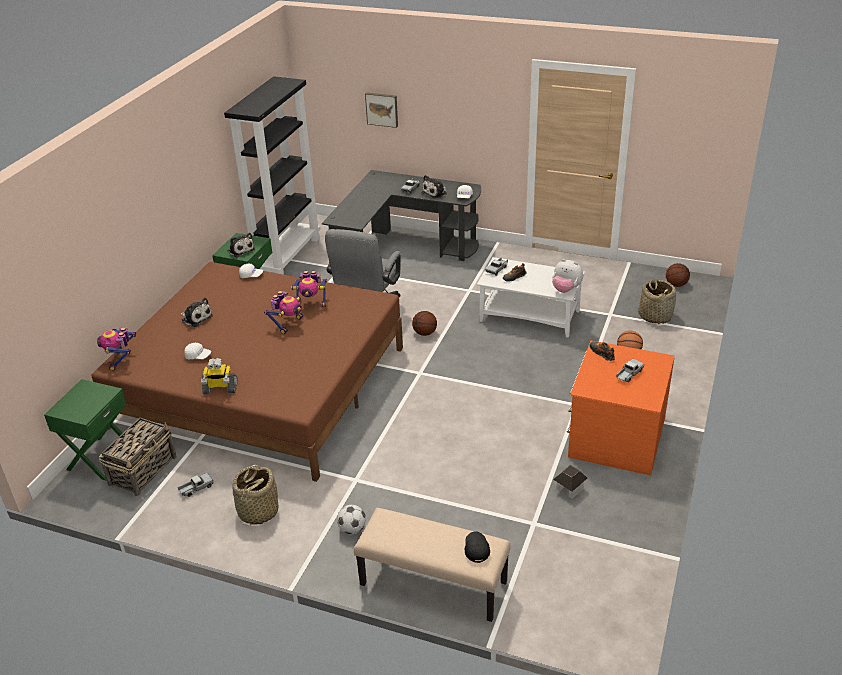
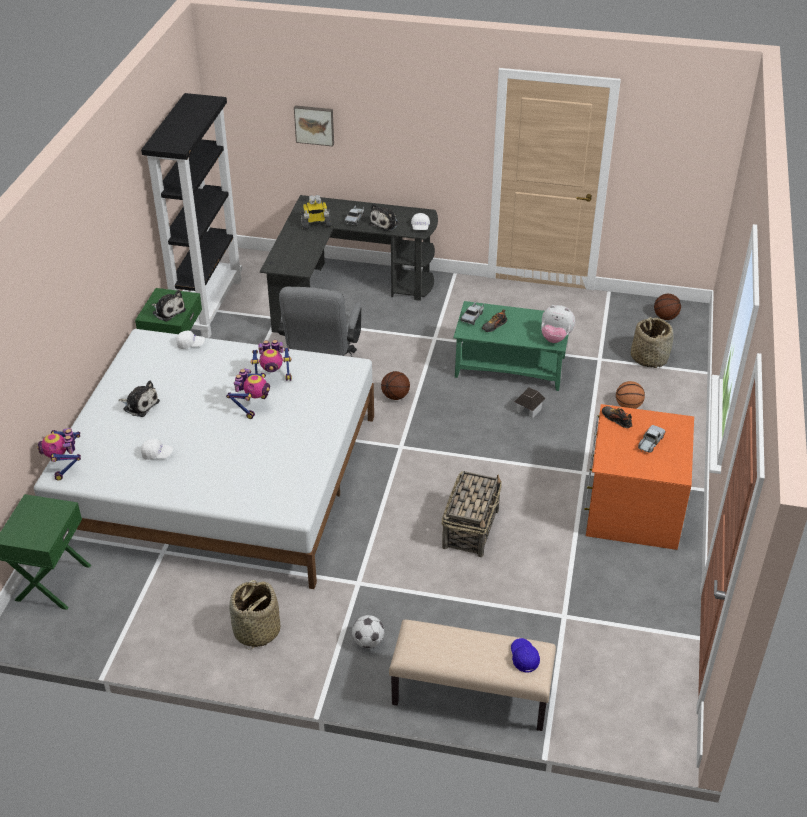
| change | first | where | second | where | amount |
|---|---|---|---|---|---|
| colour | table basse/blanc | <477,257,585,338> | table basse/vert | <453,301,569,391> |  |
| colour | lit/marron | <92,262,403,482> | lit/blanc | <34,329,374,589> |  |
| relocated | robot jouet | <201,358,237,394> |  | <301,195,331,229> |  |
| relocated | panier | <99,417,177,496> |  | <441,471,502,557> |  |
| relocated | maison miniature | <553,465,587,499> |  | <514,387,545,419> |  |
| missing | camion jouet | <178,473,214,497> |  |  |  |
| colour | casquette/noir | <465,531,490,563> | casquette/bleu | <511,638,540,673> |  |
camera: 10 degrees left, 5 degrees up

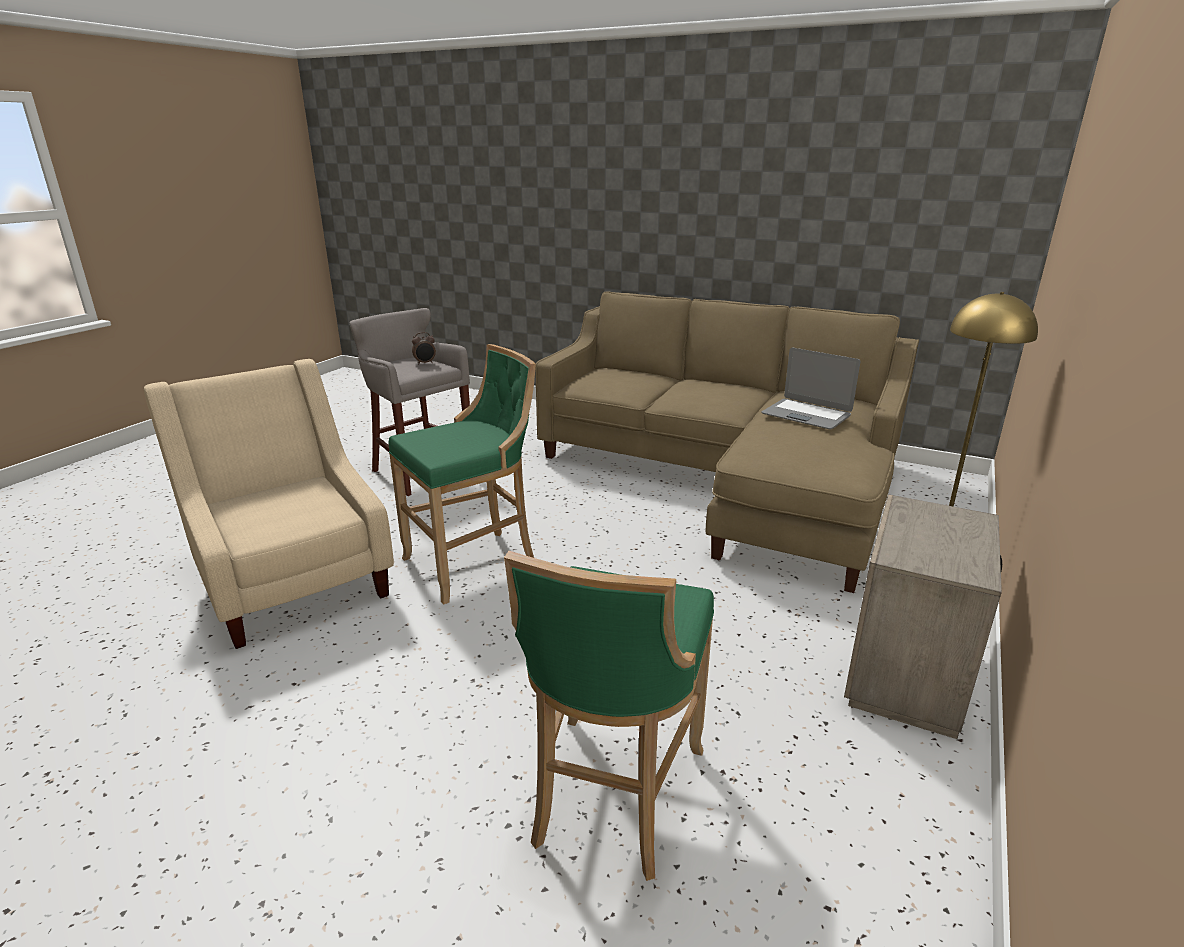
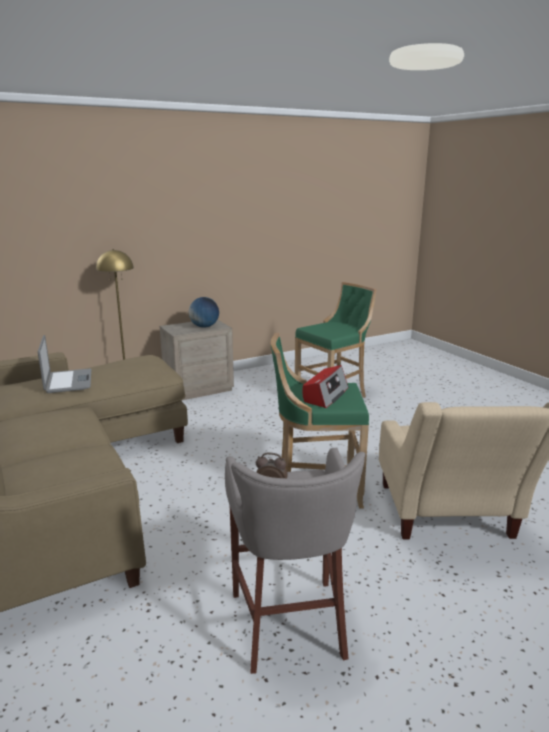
| change | first | where | second | where | amount |
|---|---|---|---|---|---|
| appeared |  |  | globe | <189,297,219,328> |  |
| appeared |  |  | radio | <302,365,349,408> |  |
camera: 145 degrees left, 5 degrees down

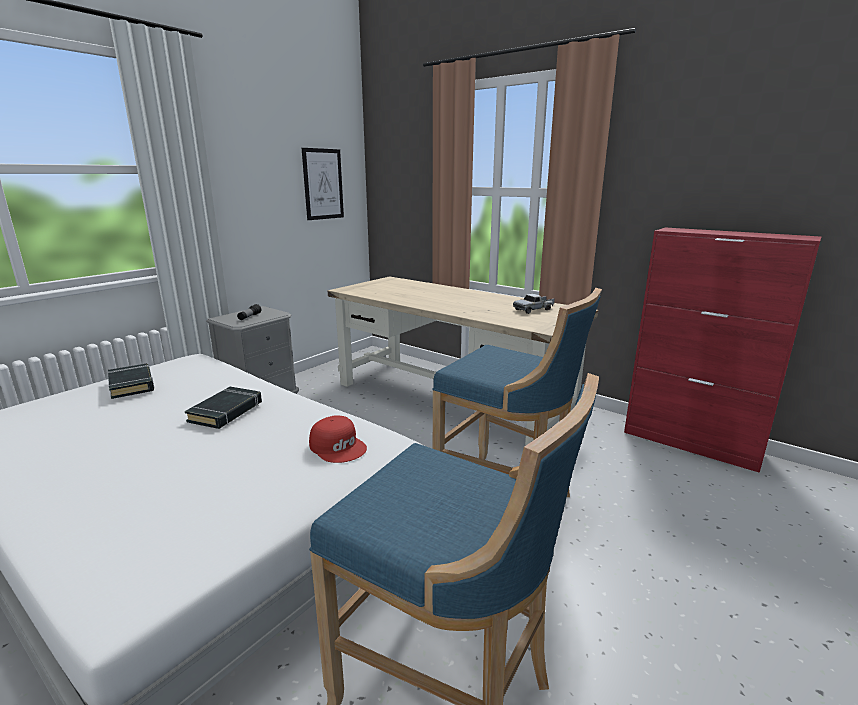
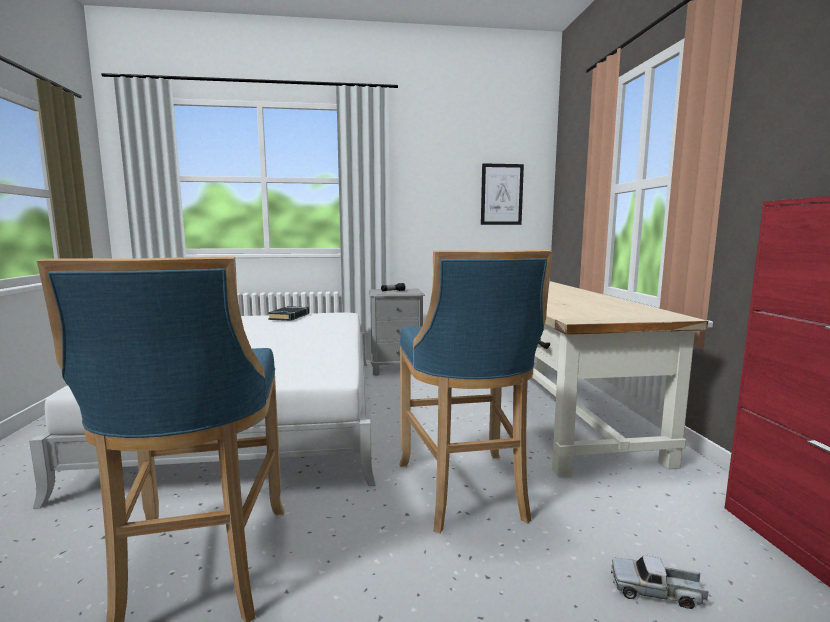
| change | first | where | second | where | amount |
|---|---|---|---|---|---|
| relocated | camion jouet | <513,294,555,314> |  | <611,555,709,609> |  |
| missing | livre/noir | <185,387,262,429> |  |  |  |
| missing | casquette/rouge | <309,415,367,463> |  |  |  |
camera: 45 degrees right, 10 degrees down

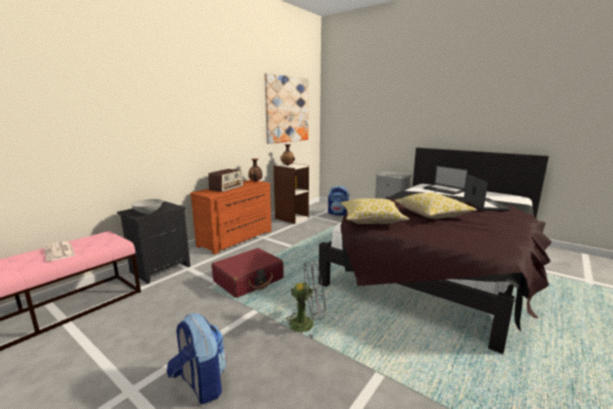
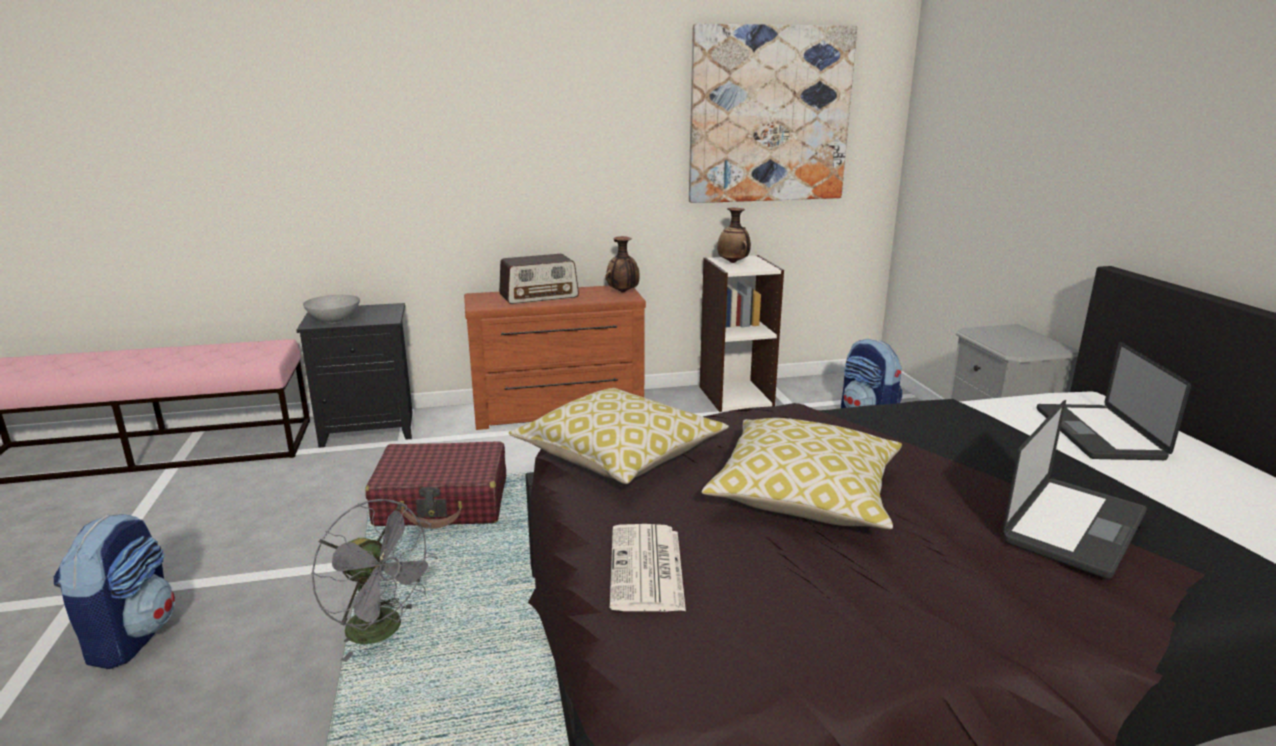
| change | first | where | second | where | amount |
|---|---|---|---|---|---|
| relocated | journal | <44,241,75,261> |  | <610,524,686,611> |  |
camera: 40 degrees right, 5 degrees up

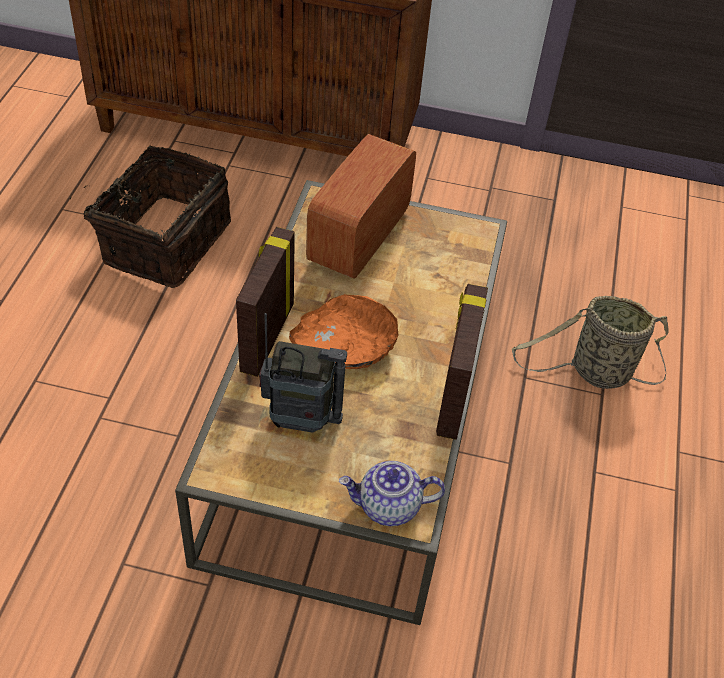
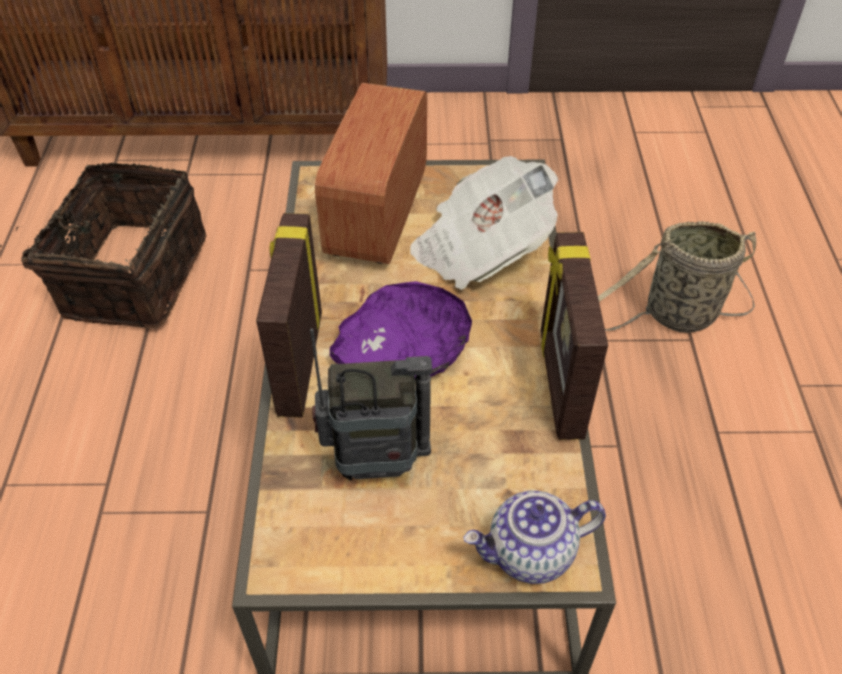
| change | first | where | second | where | amount |
|---|---|---|---|---|---|
| colour | bol/orange | <289,294,398,369> | bol/violet | <330,281,472,380> |  |
| appeared |  |  | journal | <410,156,558,290> |  |
camera: 10 degrees left, 0 degrees up

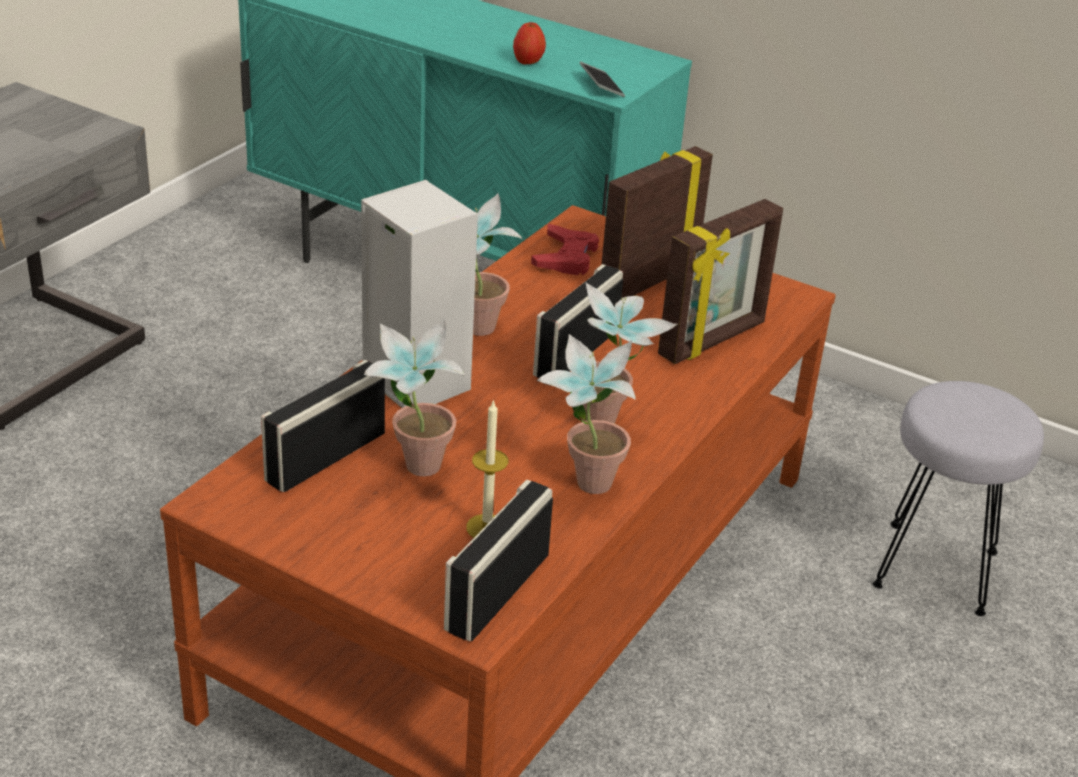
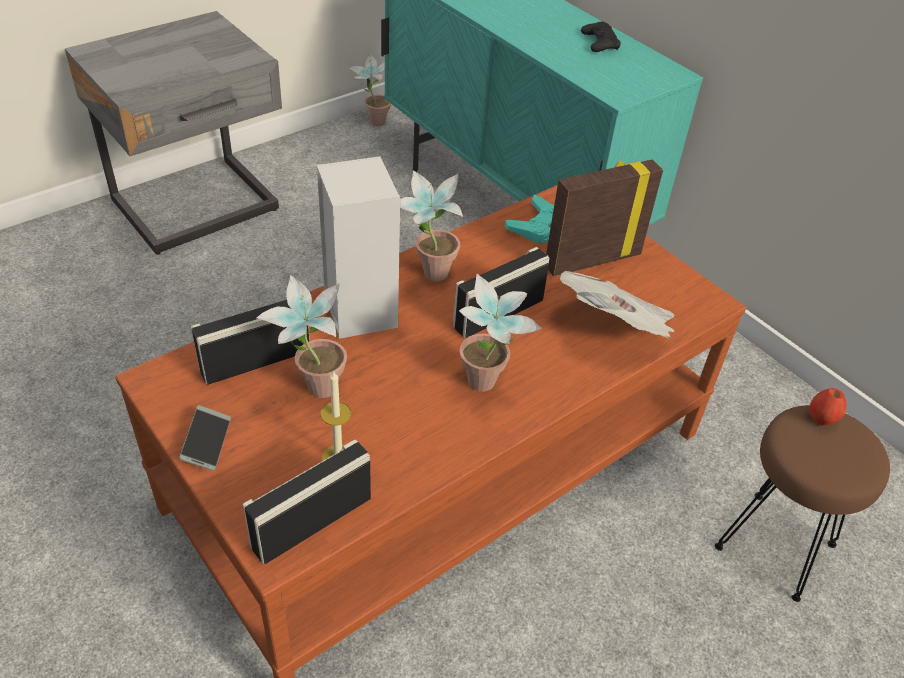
| change | first | where | second | where | amount |
|---|---|---|---|---|---|
| relocated | pomme | <513,22,546,64> |  | <810,388,847,426> |  |
| relocated | téléphone | <579,61,625,97> |  | <179,405,231,471> |  |
| exchanged | cadre photo | <658,199,783,364> | journal | <560,271,675,338> |  |
| colour | manette/rouge | <531,224,599,275> | manette/turquoise | <505,194,554,244> |  |
| relocated | plante en pot | <536,334,636,494> |  | <347,53,391,126> |  |
| colour | tabouret/gris | <873,381,1044,616> | tabouret/marron | <715,405,890,602> |  |
| appeared |  |  | manette/noir | <581,22,621,52> |  |
camera: 20 degrees right, 10 degrees up

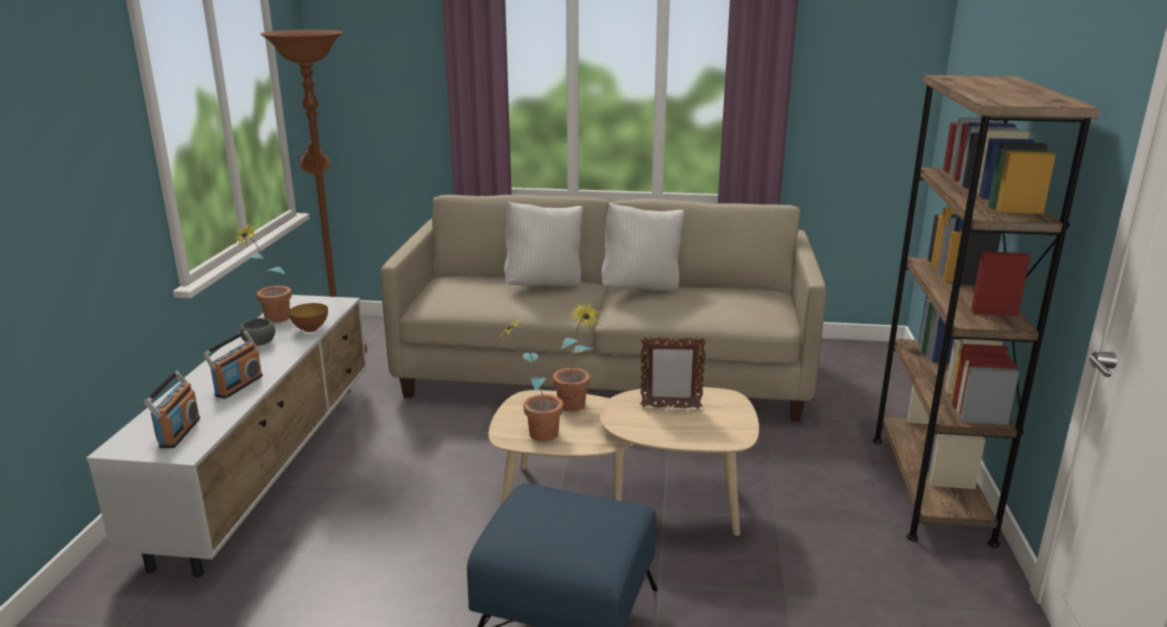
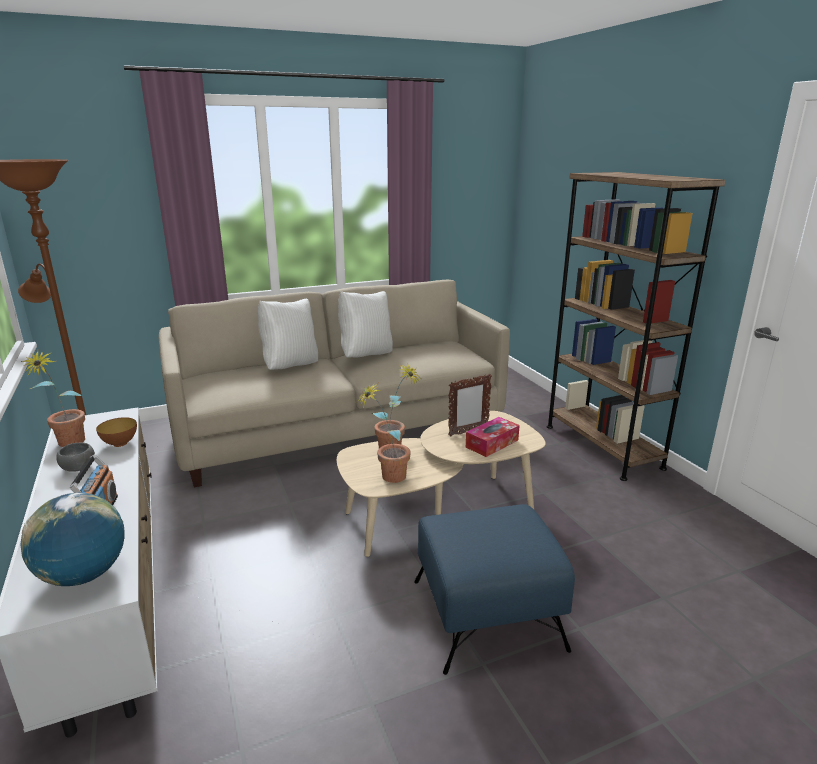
| change | first | where | second | where | amount |
|---|---|---|---|---|---|
| exchanged | radio | <144,371,200,448> | globe | <20,493,125,586> |  |
| appeared |  |  | boîte à mouchoirs | <466,417,520,457> |  |
camera: 30 degrees left, 0 degrees up

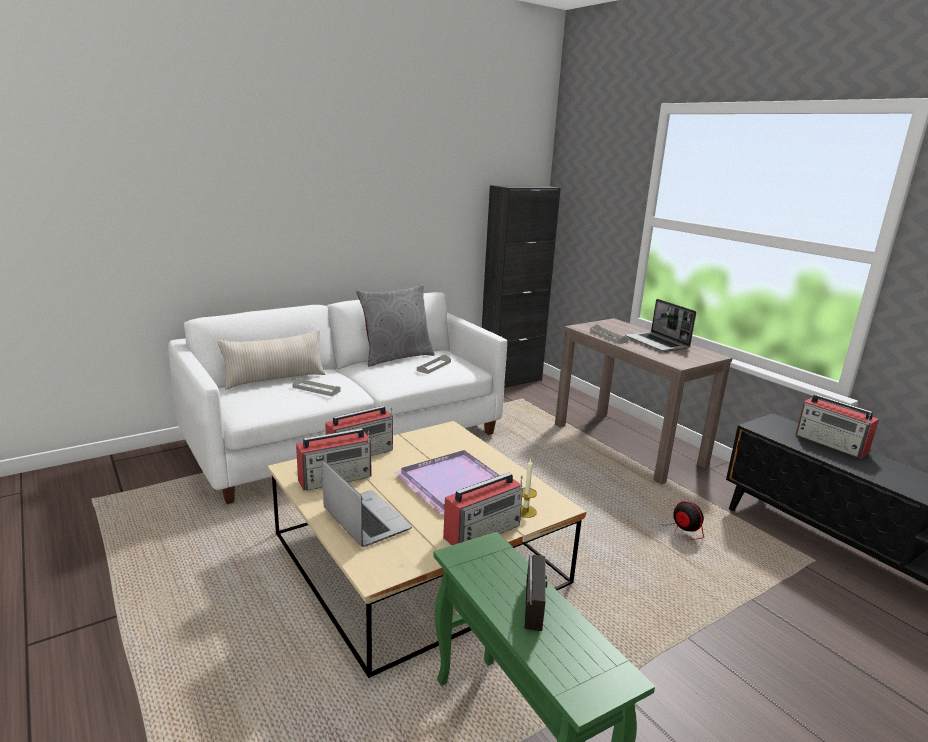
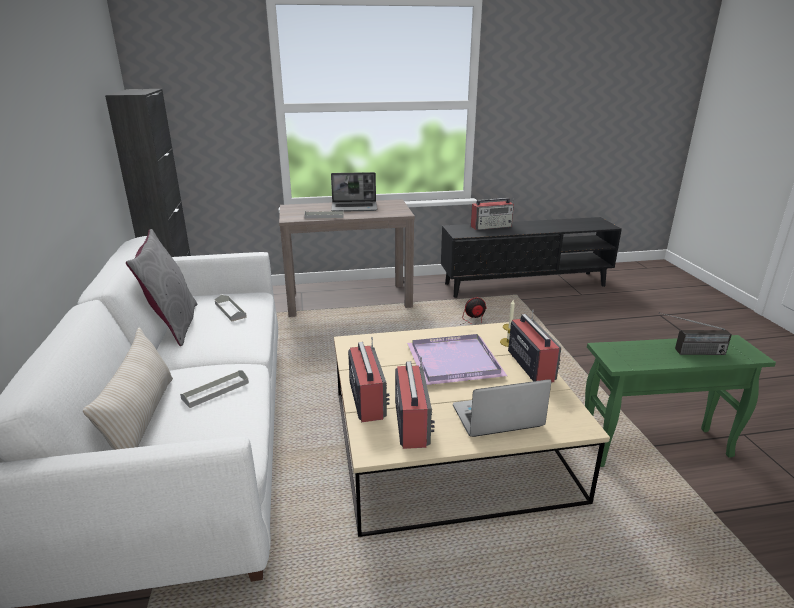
| change | first | where | second | where | amount |
|---|---|---|---|---|---|
| spun | radio | <525,555,547,631> |  | <659,312,732,355> | 150 degrees clockwise |
camera: 65 degrees left, 5 degrees up

